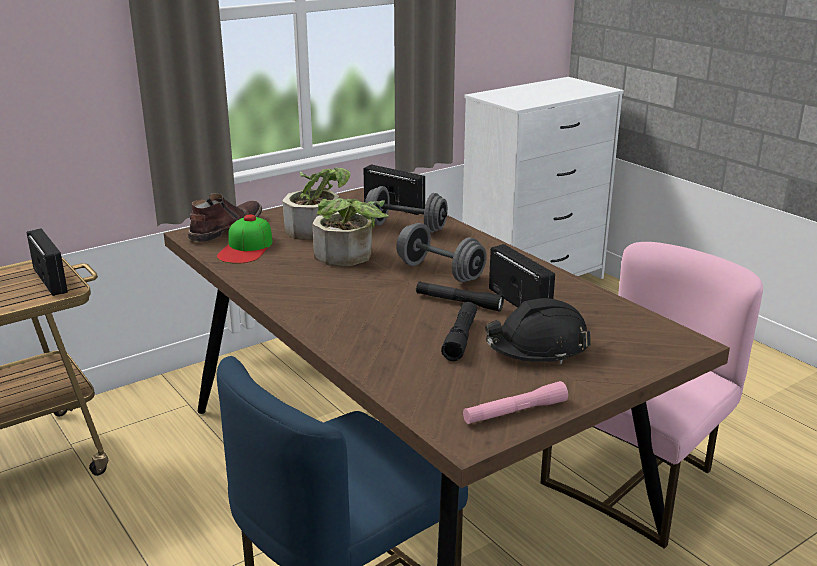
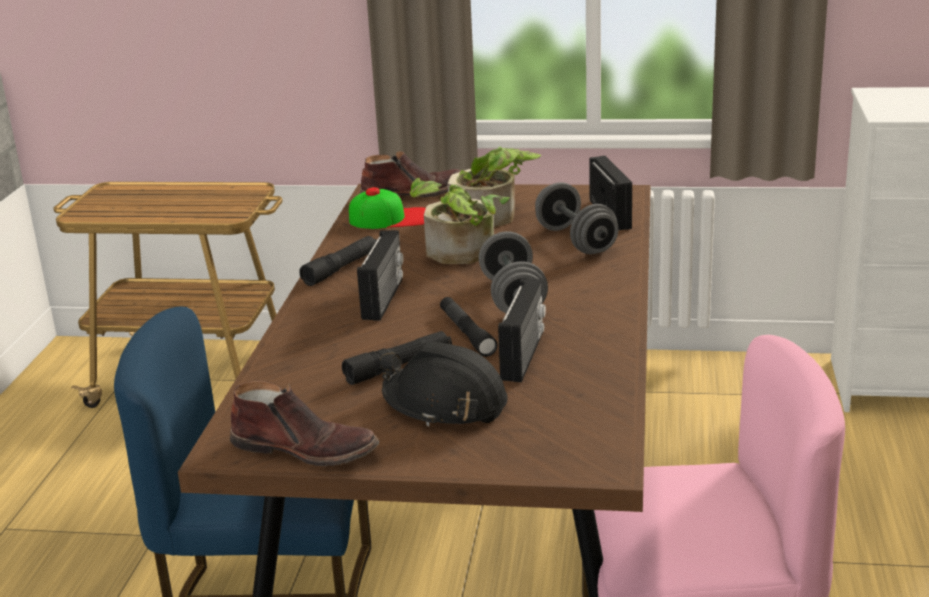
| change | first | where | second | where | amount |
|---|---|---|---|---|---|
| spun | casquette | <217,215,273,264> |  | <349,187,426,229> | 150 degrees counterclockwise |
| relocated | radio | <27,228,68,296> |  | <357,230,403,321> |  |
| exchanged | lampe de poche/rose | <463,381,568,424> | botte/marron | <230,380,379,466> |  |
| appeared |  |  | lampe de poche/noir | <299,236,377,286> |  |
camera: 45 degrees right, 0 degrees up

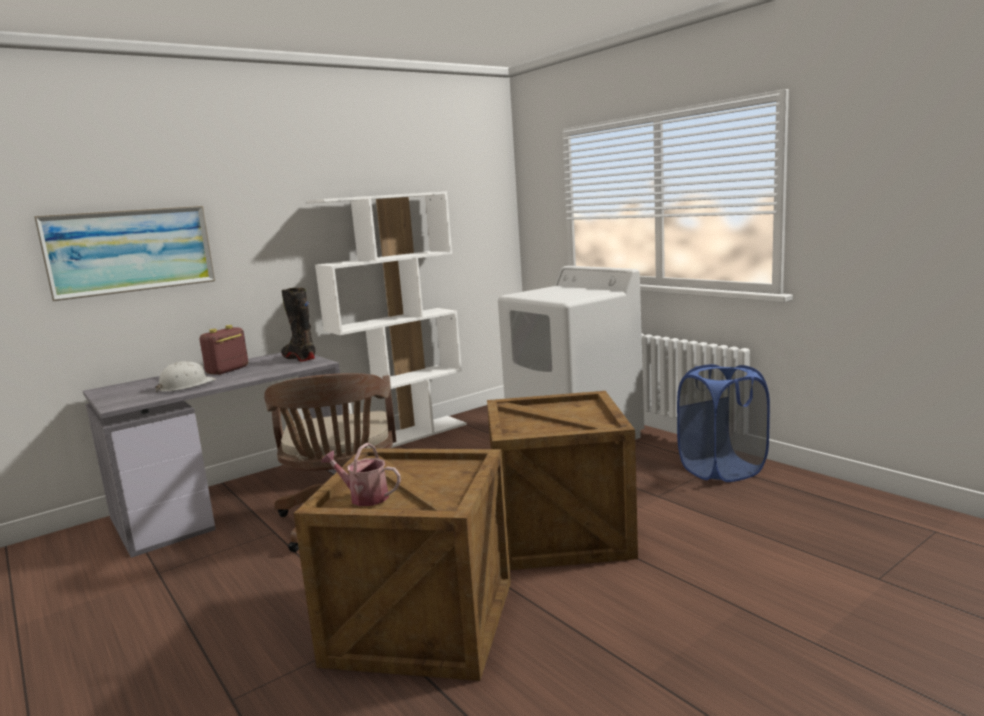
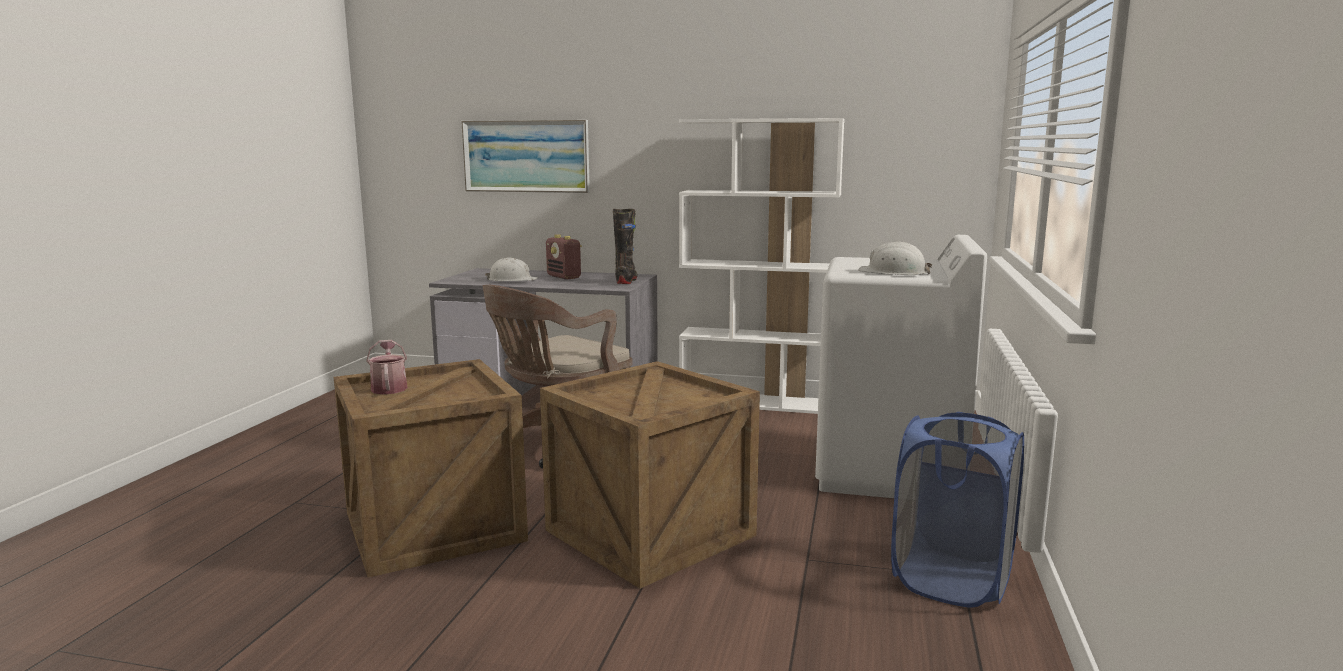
| change | first | where | second | where | amount |
|---|---|---|---|---|---|
| spun | radio | <200,325,248,375> |  | <546,234,582,280> | 120 degrees counterclockwise |
| appeared |  |  | casque de chantier/blanc | <858,242,932,275> |  |
camera: 50 degrees right, 0 degrees up

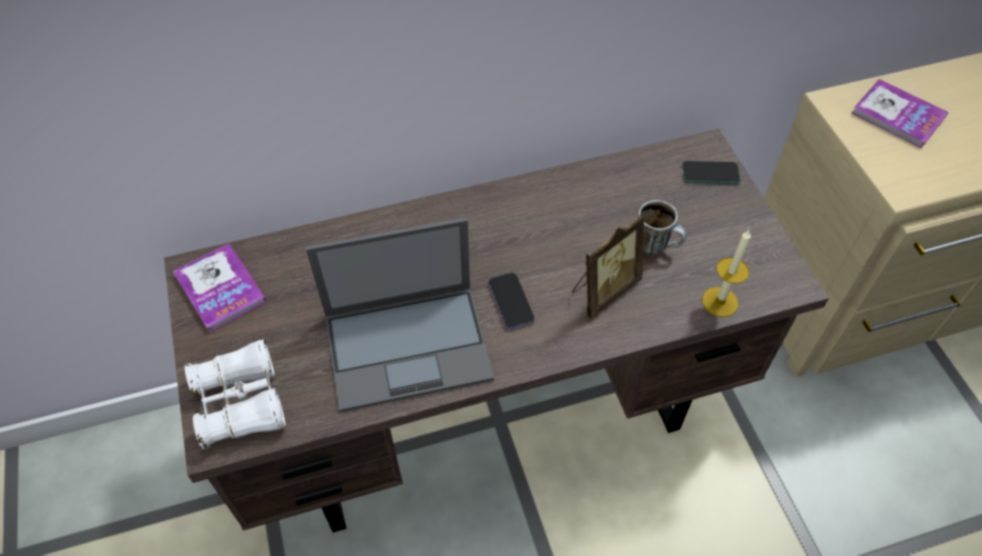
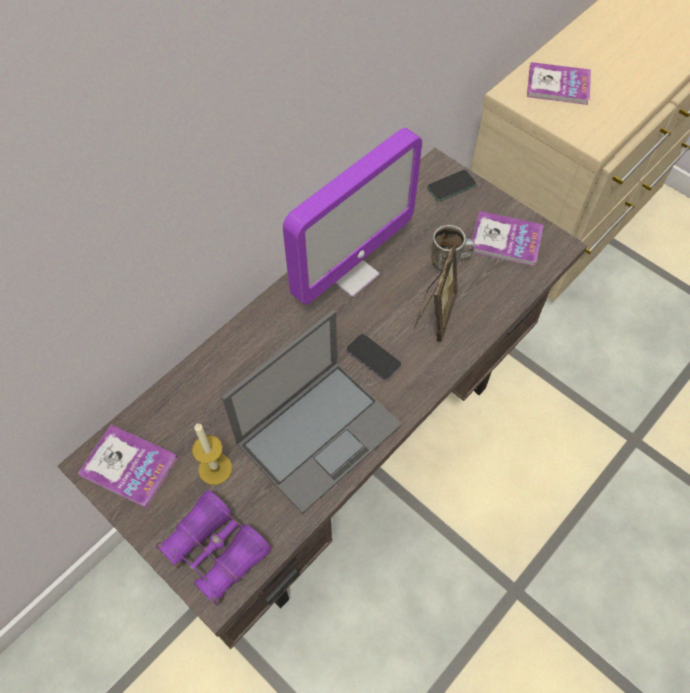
| change | first | where | second | where | amount |
|---|---|---|---|---|---|
| relocated | bougie | <702,230,751,317> |  | <192,424,232,485> |  |
| colour | jumelles/blanc | <185,339,286,449> | jumelles/violet | <156,490,272,606> |  |
| appeared |  |  | écran d'ordinateur | <283,128,422,304> |  |
| appeared |  |  | livre | <470,211,544,266> |  |
camera: 30 degrees left, 5 degrees up

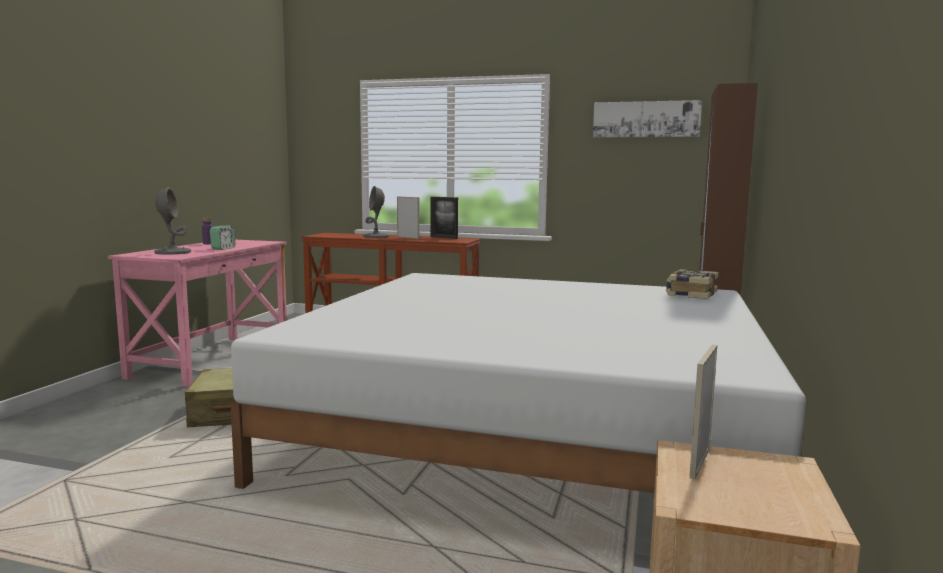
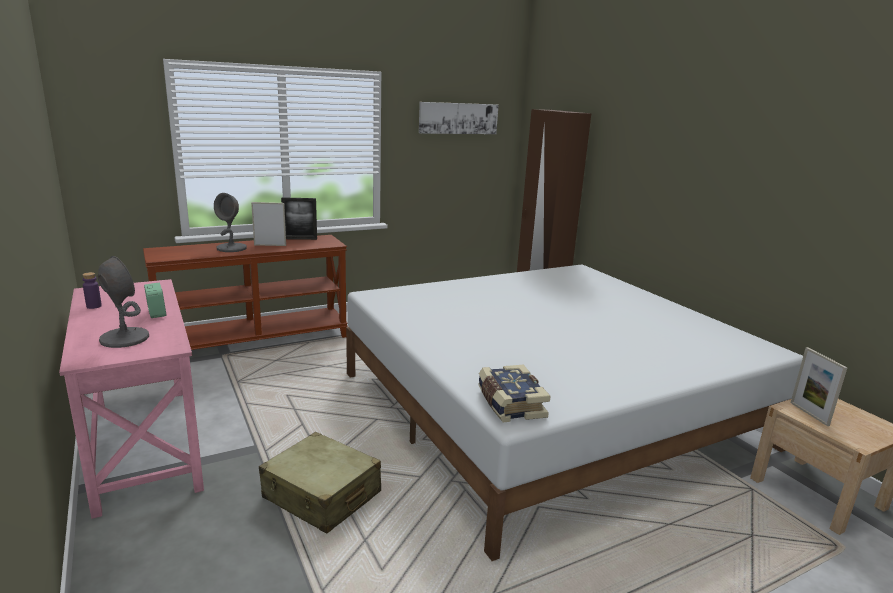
| change | first | where | second | where | amount |
|---|---|---|---|---|---|
| relocated | livre | <666,269,719,299> |  | <478,364,551,423> |  |
camera: 45 degrees left, 10 degrees up

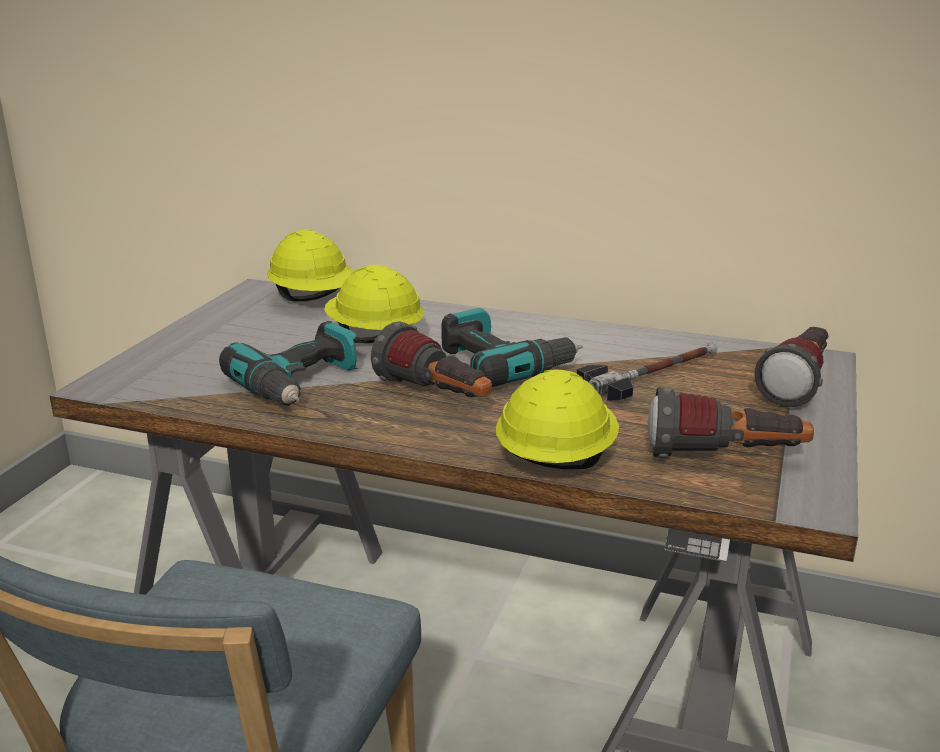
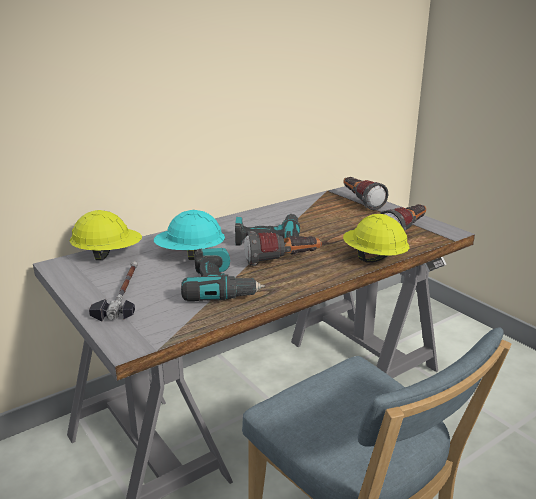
| change | first | where | second | where | amount |
|---|---|---|---|---|---|
| colour | casque de chantier/jaune | <325,265,424,343> | casque de chantier/turquoise | <154,210,225,260> |  |
| relocated | marteau | <577,342,717,401> |  | <89,261,138,322> |  |
camera: 55 degrees left, 0 degrees up

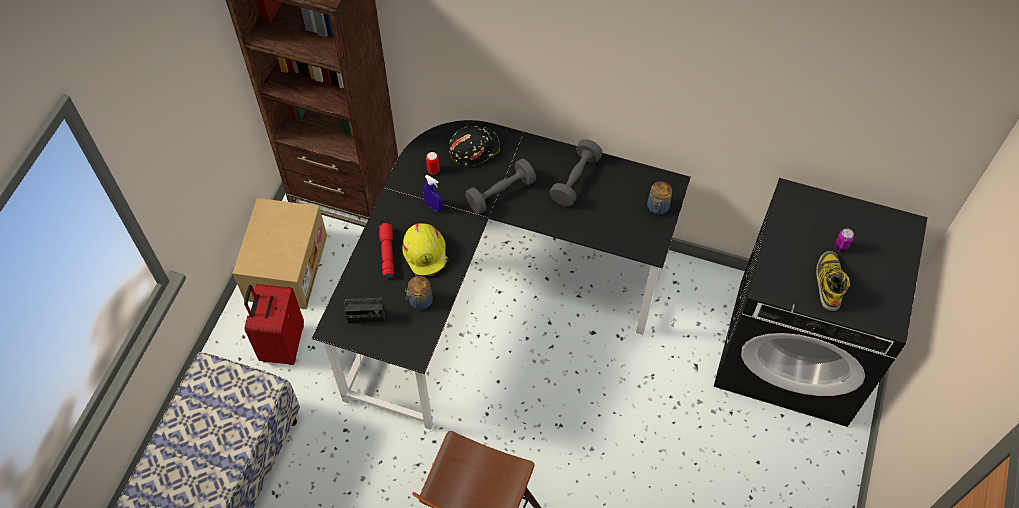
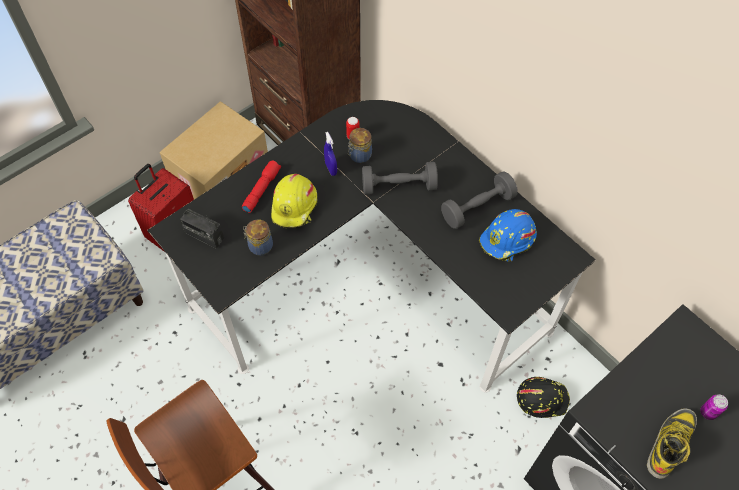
| change | first | where | second | where | amount |
|---|---|---|---|---|---|
| relocated | casque de chantier/noir | <448,126,500,166> |  | <517,377,570,418> |  |
| relocated | bocal | <647,181,672,215> |  | <348,128,372,163> |  |
| appeared |  |  | casque de chantier/bleu | <479,209,537,262> |  |
camera: 30 degrees right, 0 degrees up

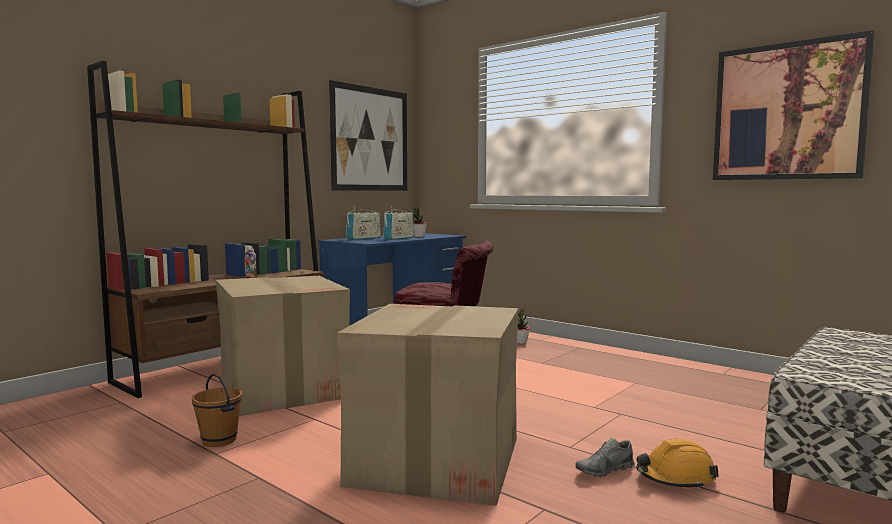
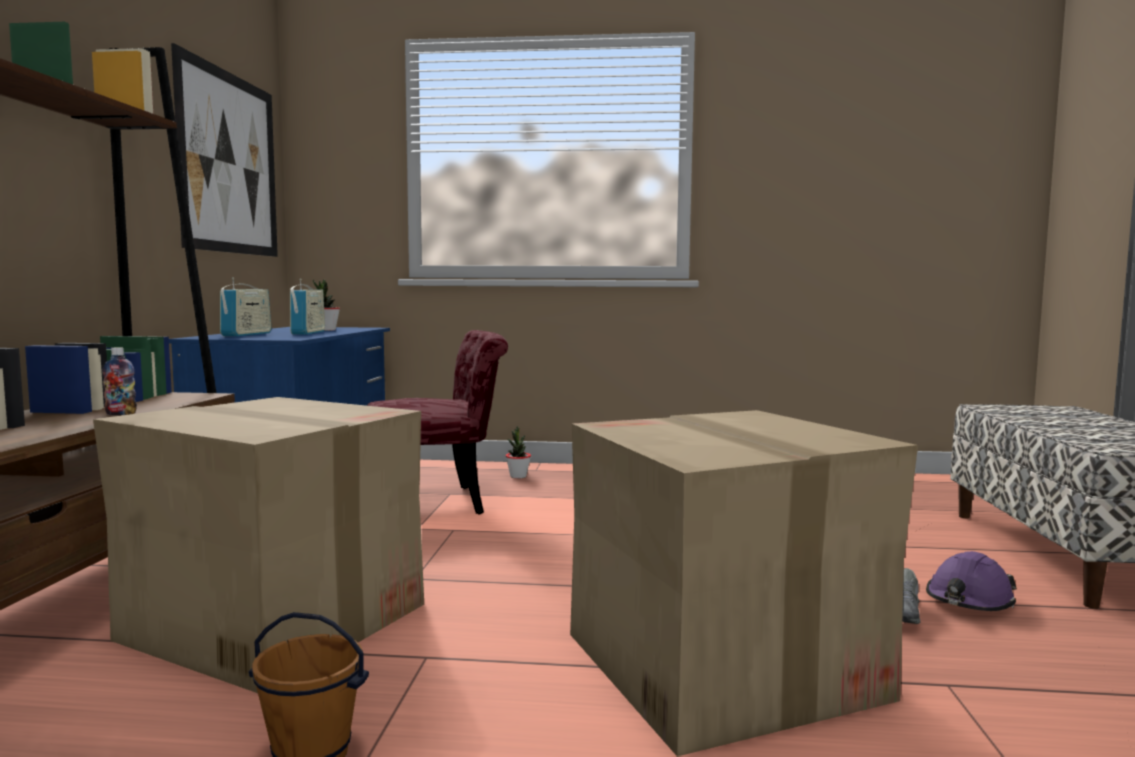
| change | first | where | second | where | amount |
|---|---|---|---|---|---|
| missing | tableau | <713,30,875,180> |  |  |  |
| colour | casque de chantier/orange | <636,439,719,490> | casque de chantier/violet | <926,551,1017,611> |  |
camera: 35 degrees left, 0 degrees up

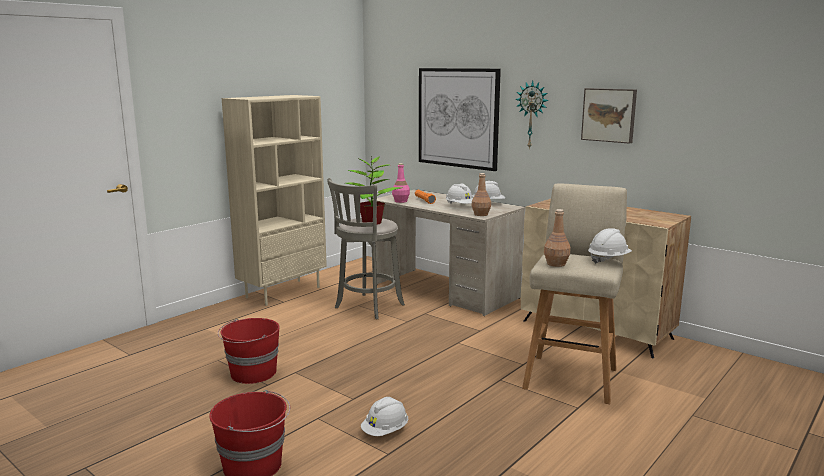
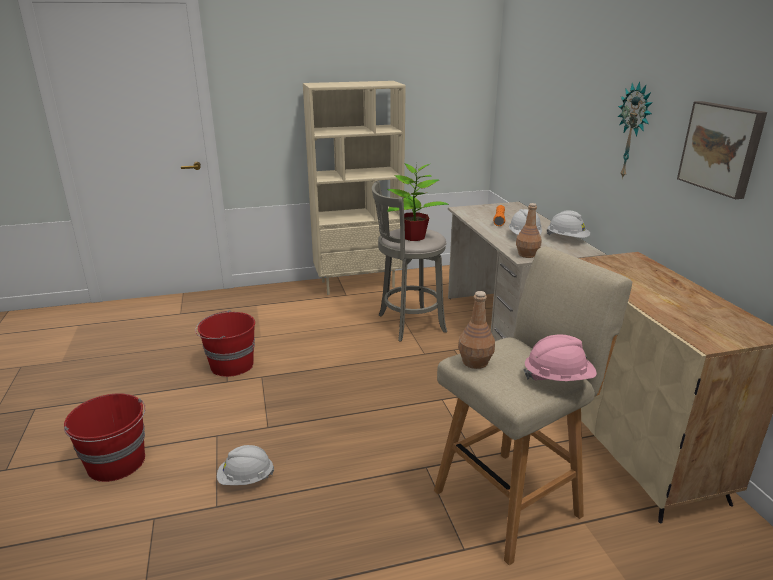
| change | first | where | second | where | amount |
|---|---|---|---|---|---|
| missing | tableau | <419,68,501,171> |  |  |  |
| missing | bouteille/rose | <392,163,410,203> |  |  |  |
| colour | casque de chantier/blanc | <588,228,632,264> | casque de chantier/rose | <523,335,597,381> |  |
camera: 35 degrees right, 10 degrees up

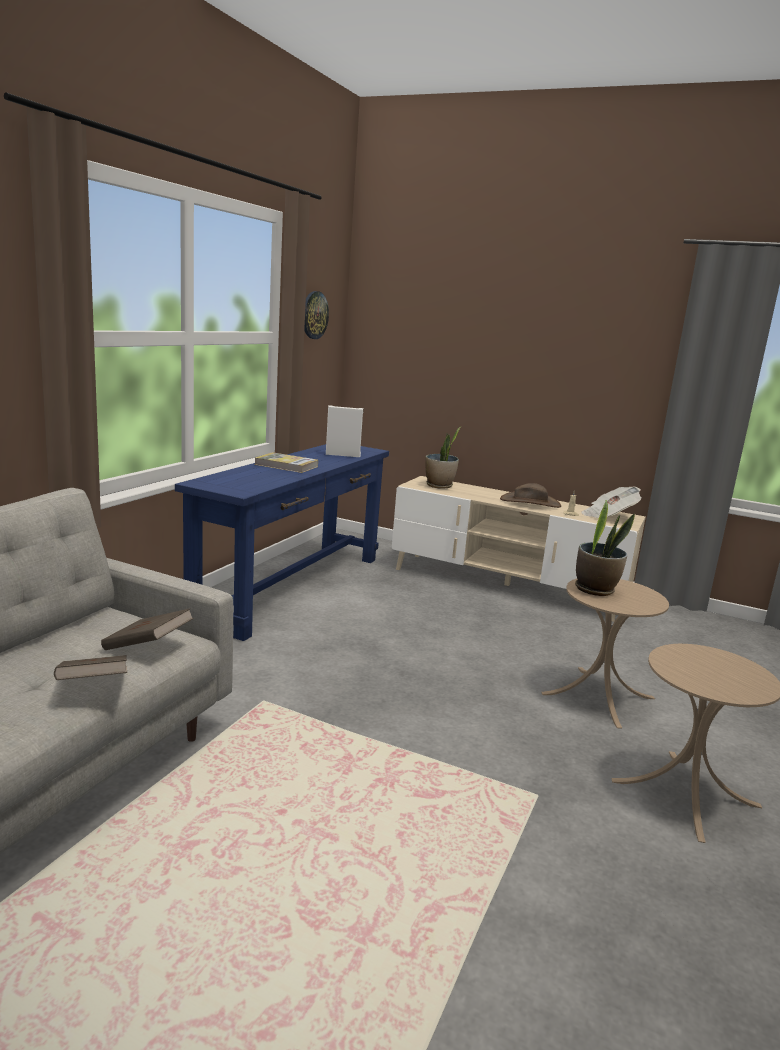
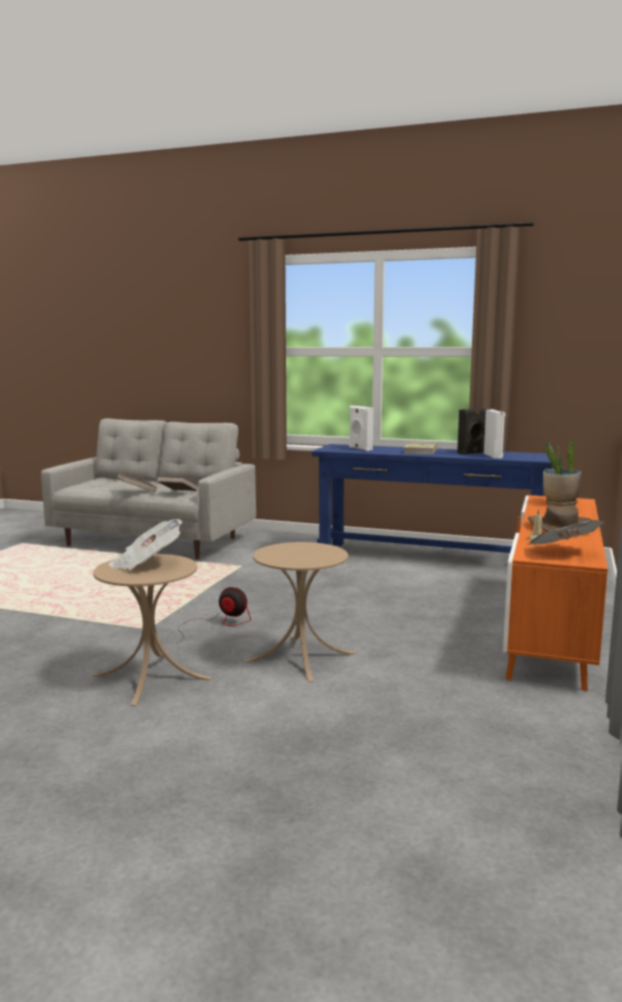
| change | first | where | second | where | amount |
|---|---|---|---|---|---|
| missing | horloge murale | <304,291,329,339> |  |  |  |
| colour | meuble télé/beige | <392,476,646,622> | meuble télé/orange | <503,495,608,691> |  |
| missing | plante en pot | <575,500,635,596> |  |  |  |
| appeared |  |  | enceinte/blanc | <349,405,373,451> |  |
| appeared |  |  | enceinte/noir | <457,408,488,455> |  |
| appeared |  |  | journal | <109,519,183,570> |  |
| appeared |  |  | ventilateur | <176,587,251,644> |  |
camera: 85 degrees right, 5 degrees down

